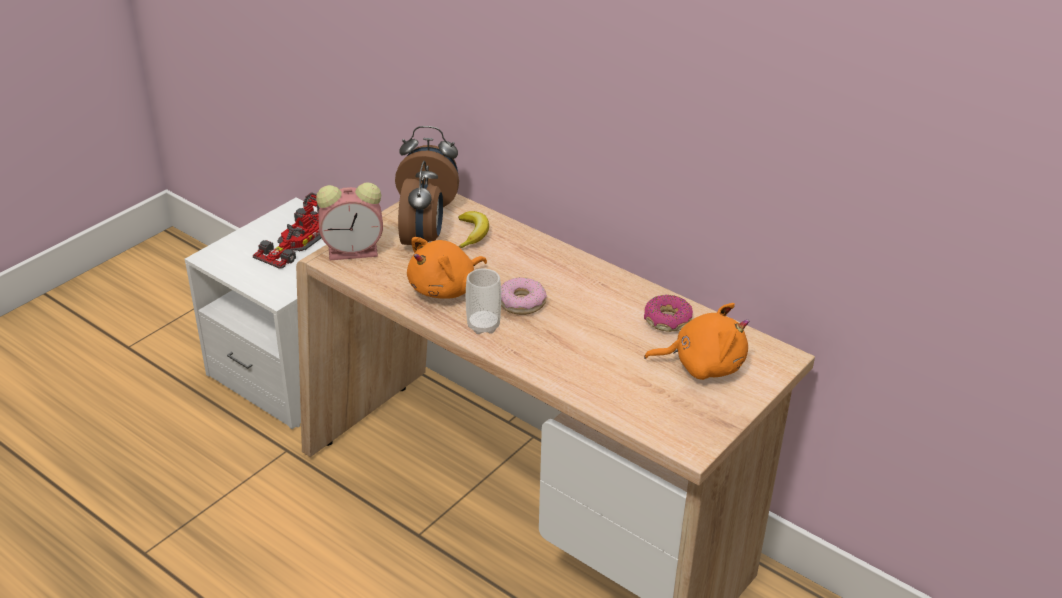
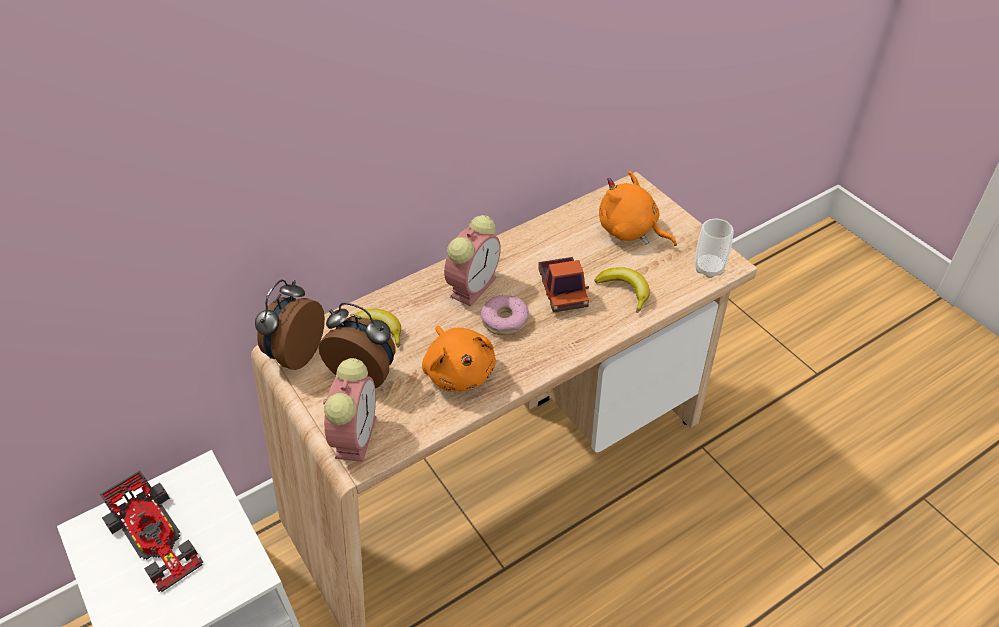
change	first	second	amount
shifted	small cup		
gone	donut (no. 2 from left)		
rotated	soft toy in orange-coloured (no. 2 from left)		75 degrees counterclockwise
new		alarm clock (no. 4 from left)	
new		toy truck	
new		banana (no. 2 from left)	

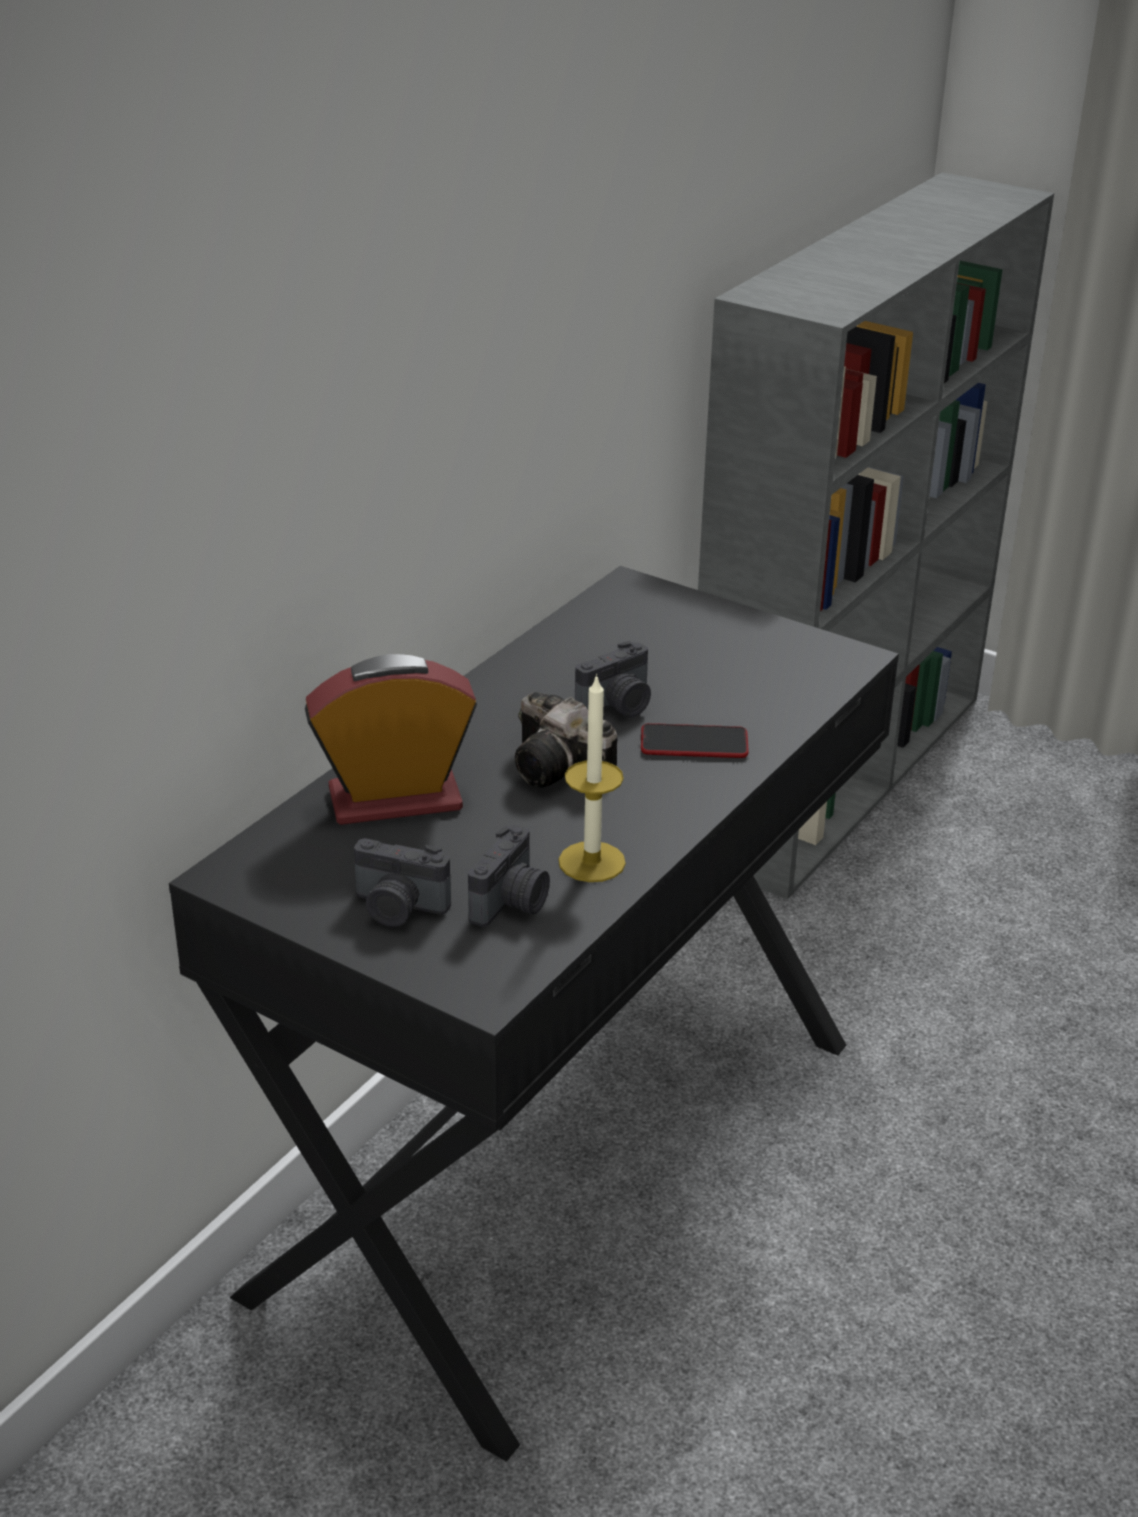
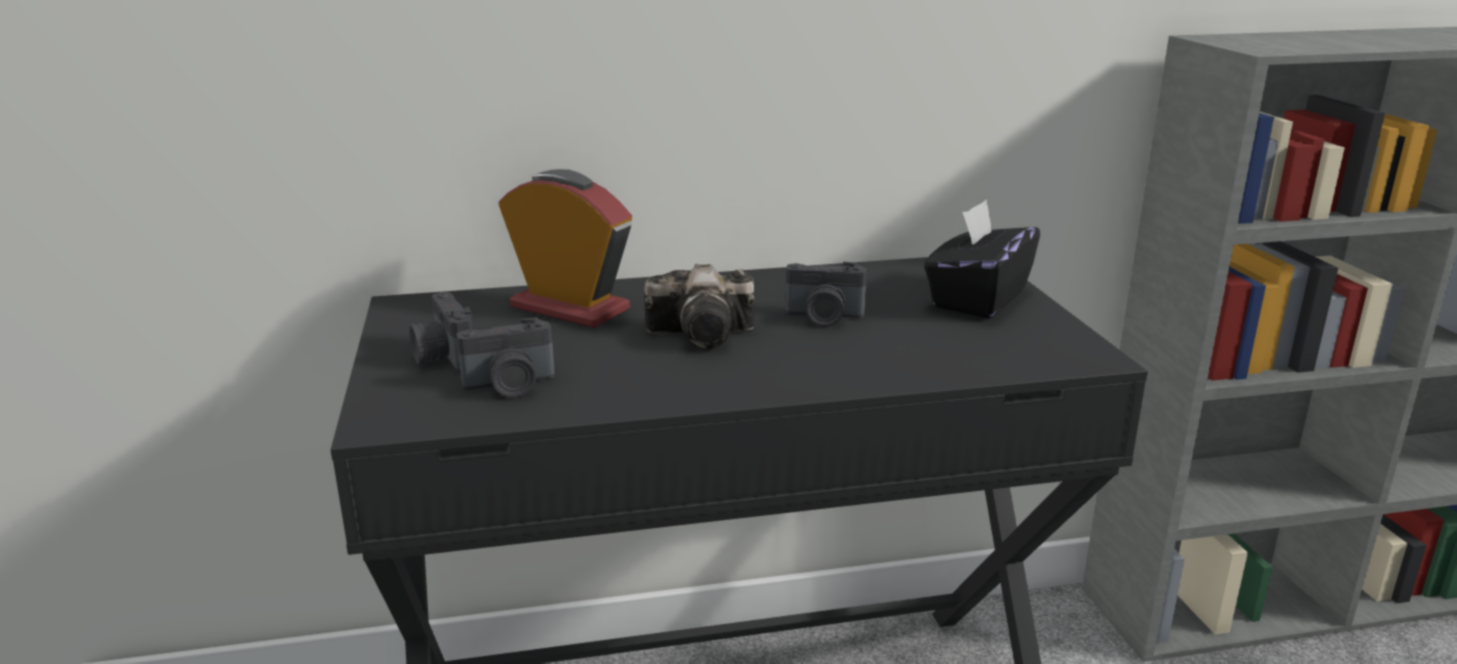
change	first	second	amount
gone	wax candle		
rotated	still camera (no. 3 from left)		90 degrees counterclockwise
gone	phone		
new		tissue box in blackish	

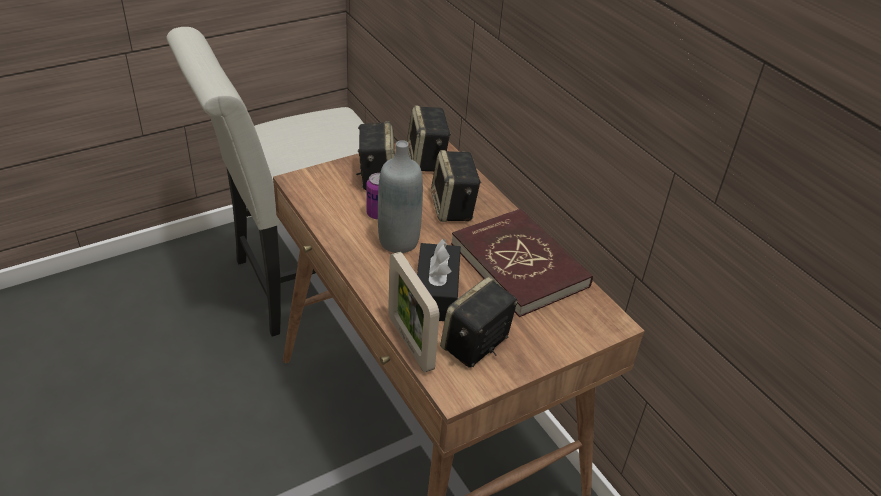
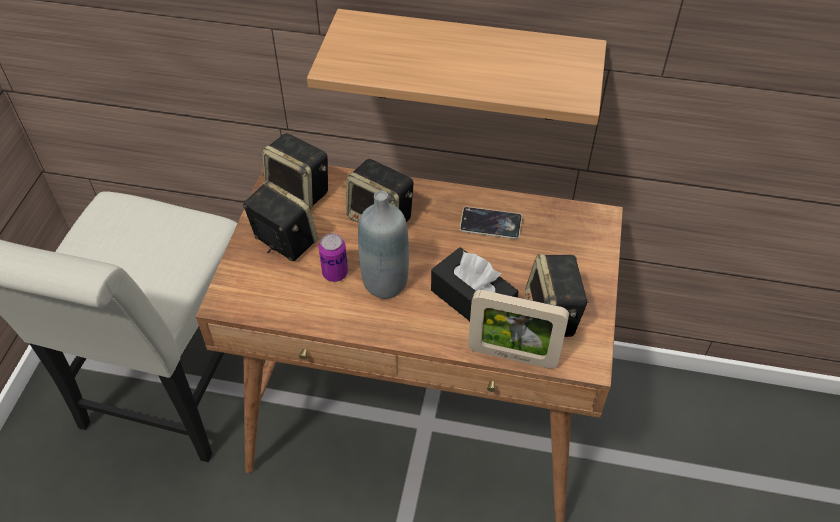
change	first	second	amount
swapped	bound book in red-coloured	phone	
new		shelf	

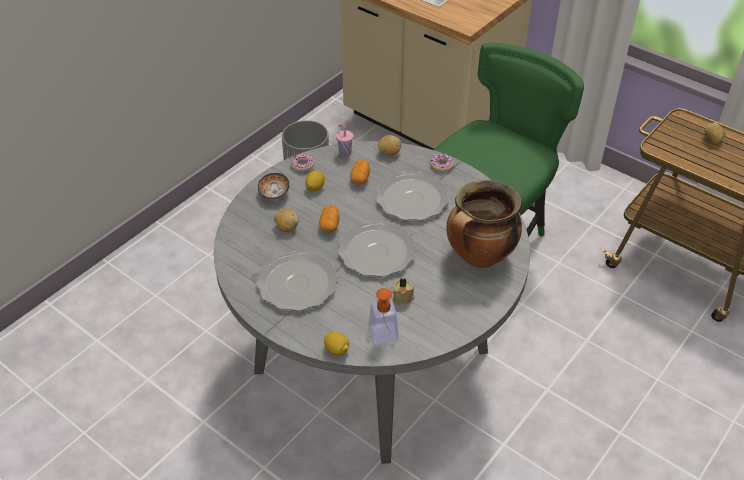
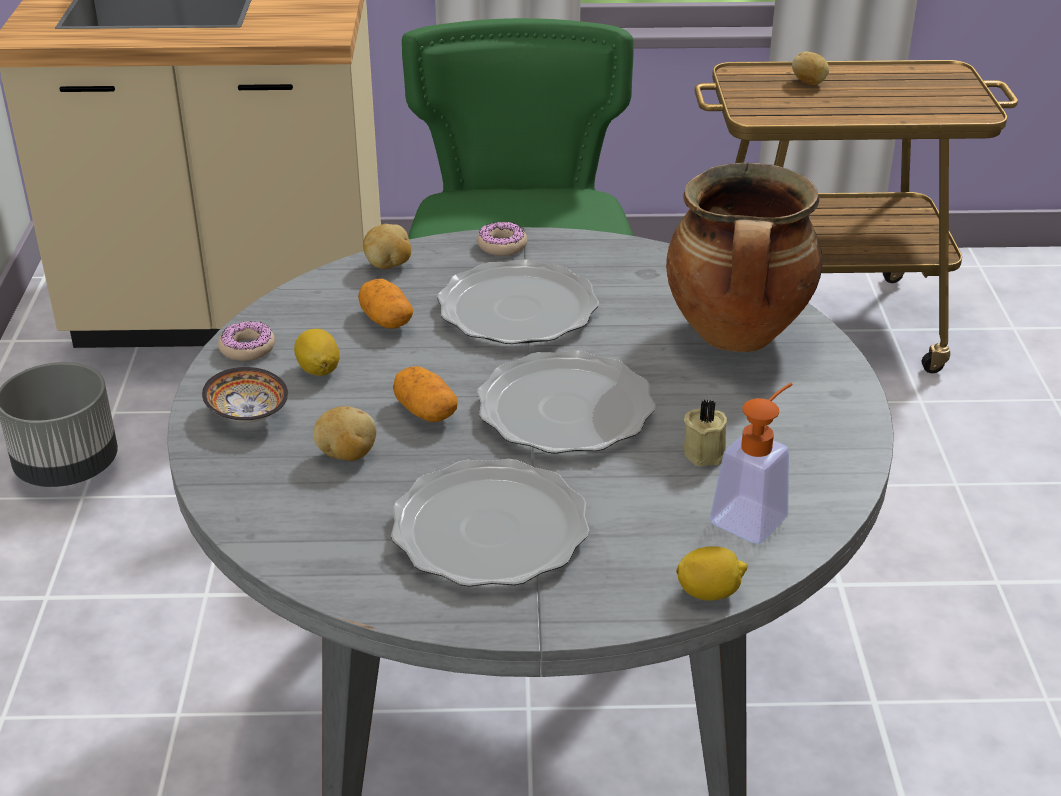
change	first	second	amount
gone	small cup in pink		

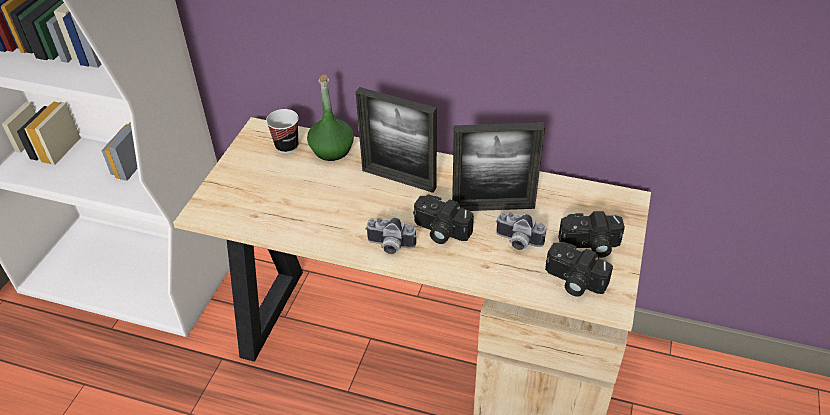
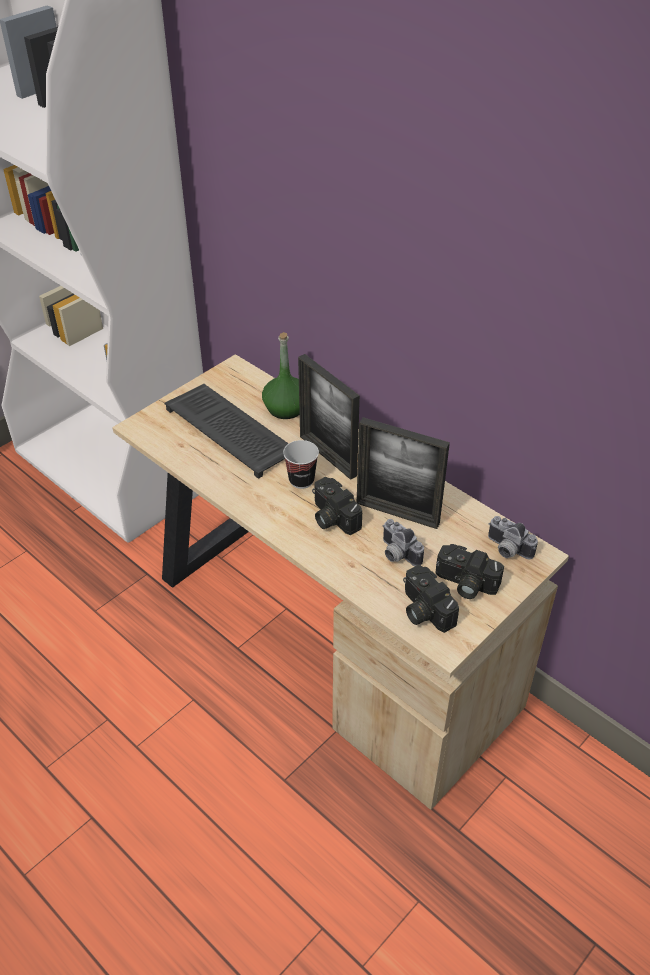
change	first	second	amount
shifted	small cup		
shifted	still camera (no. 1 from left in the first image)	still camera (no. 5 from left)	
new		keyboard	

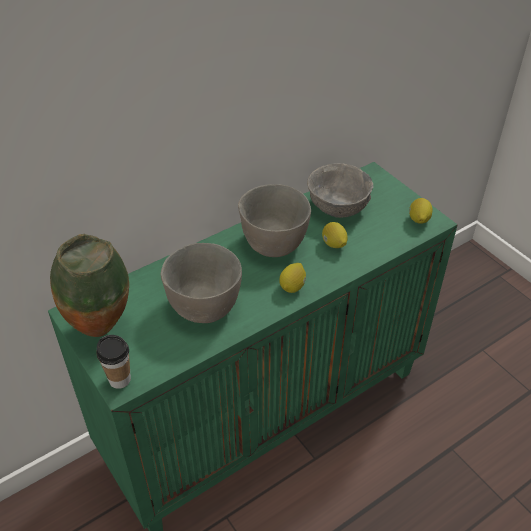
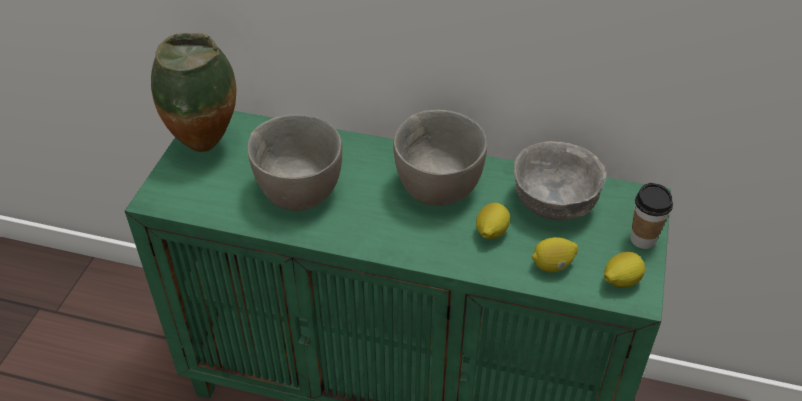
change	first	second	amount
shifted	lemon (no. 1 from left in the first image)	lemon (no. 2 from left)	
shifted	small cup		

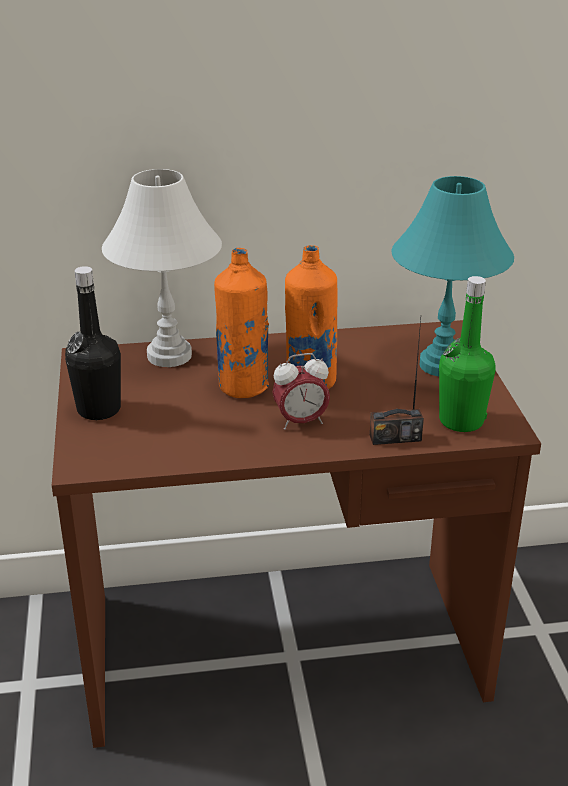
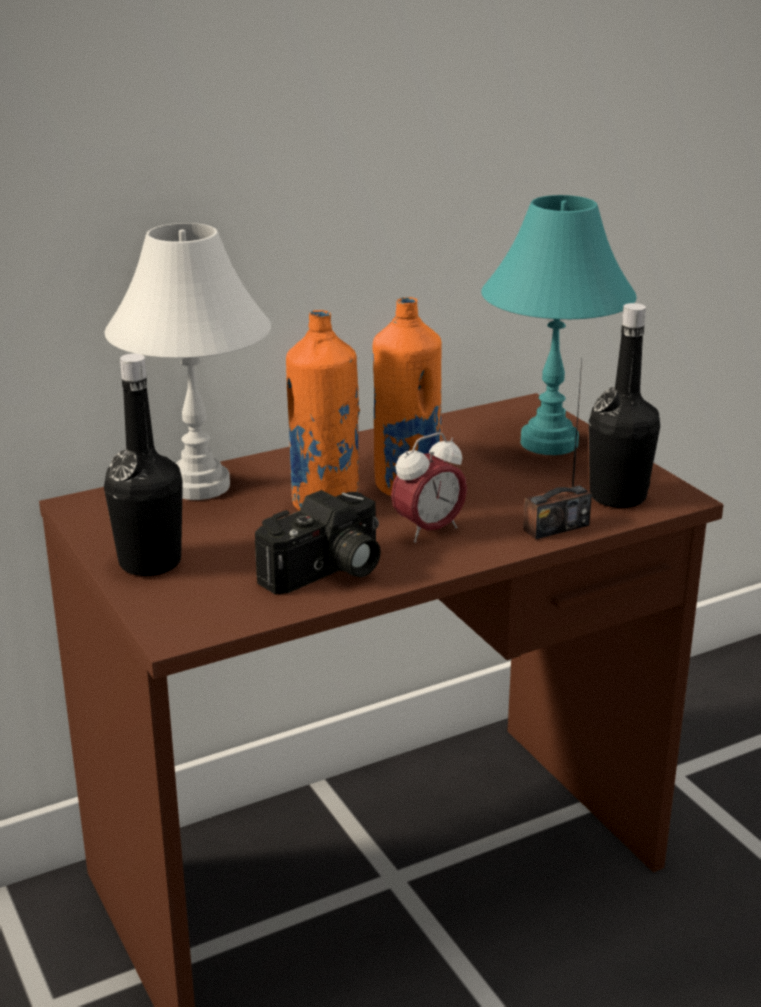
change	first	second	amount
repainted	bottle in green	bottle in blackish (no. 2 from left)	
new		still camera	

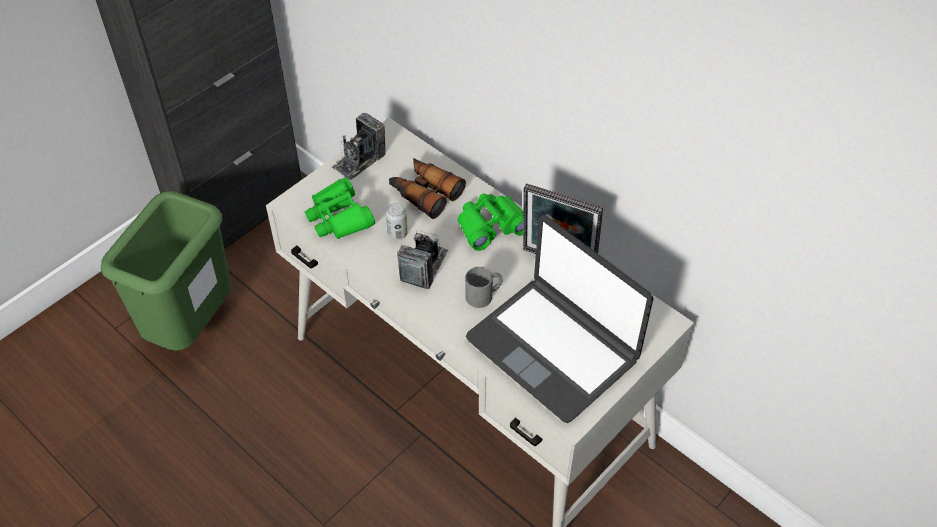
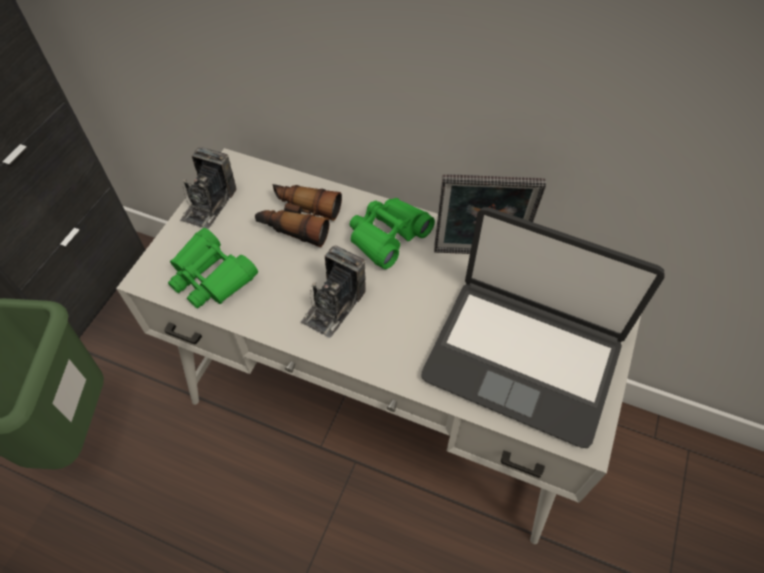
change	first	second	amount
gone	sealed can		
rotated	still camera (no. 2 from left)		150 degrees counterclockwise
gone	coffee mug in gray		

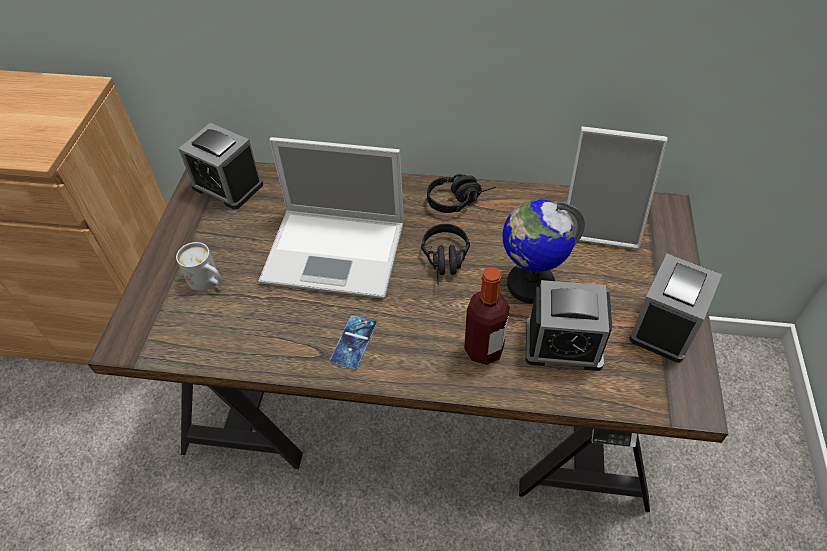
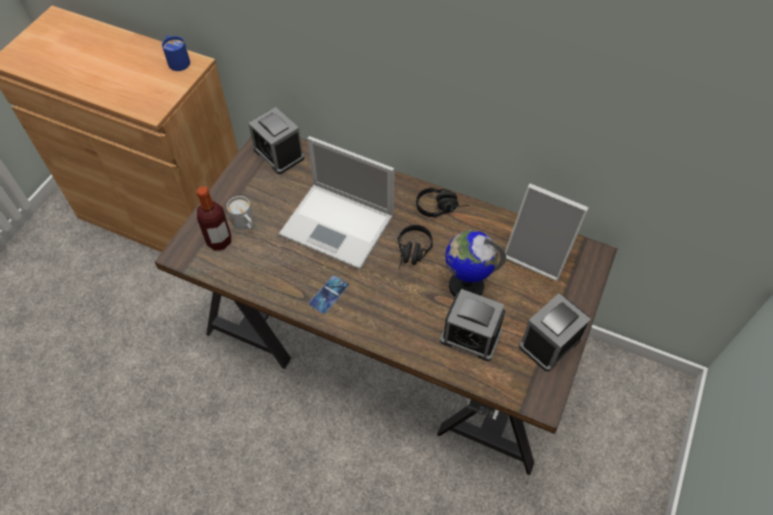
change	first	second	amount
shifted	bottle		
new		coffee mug in blue	

